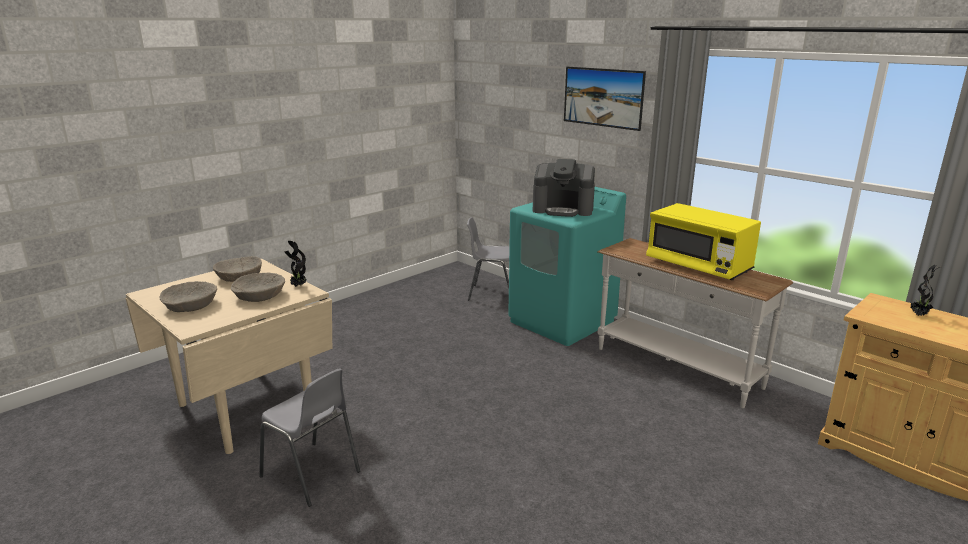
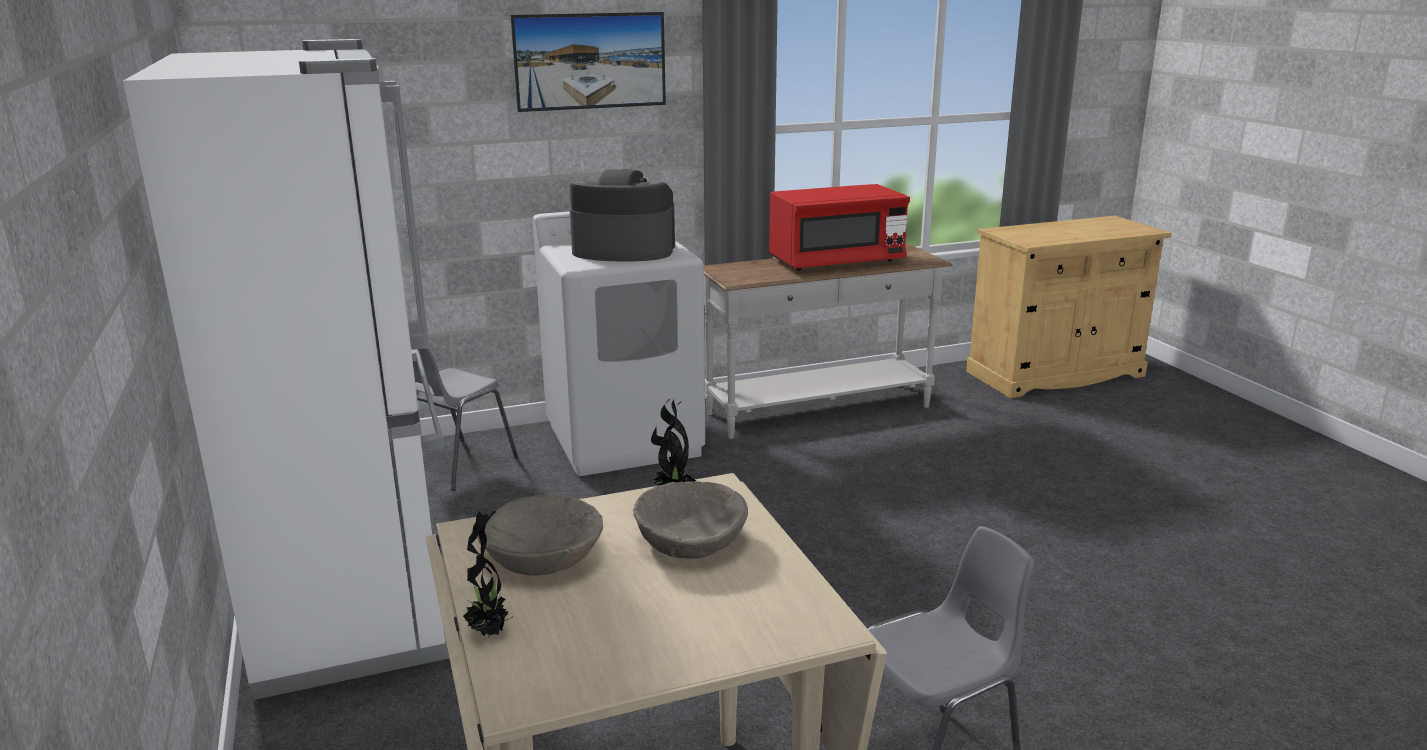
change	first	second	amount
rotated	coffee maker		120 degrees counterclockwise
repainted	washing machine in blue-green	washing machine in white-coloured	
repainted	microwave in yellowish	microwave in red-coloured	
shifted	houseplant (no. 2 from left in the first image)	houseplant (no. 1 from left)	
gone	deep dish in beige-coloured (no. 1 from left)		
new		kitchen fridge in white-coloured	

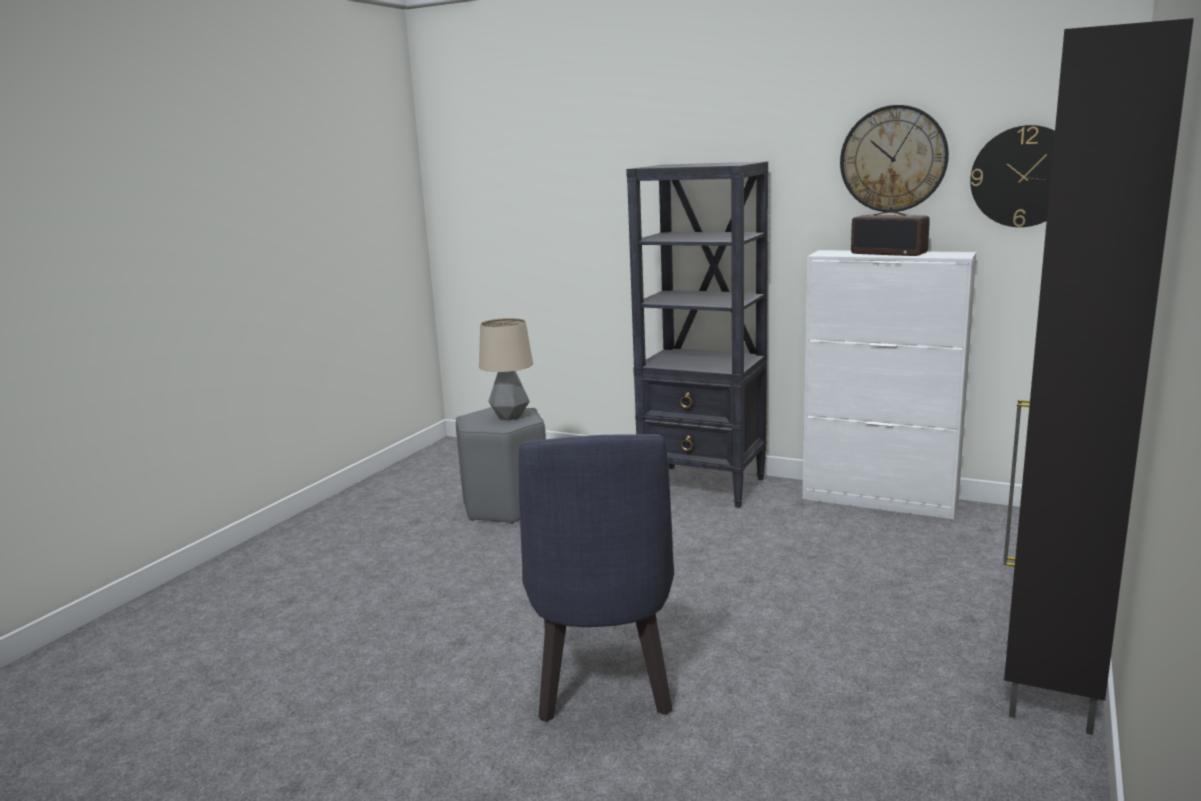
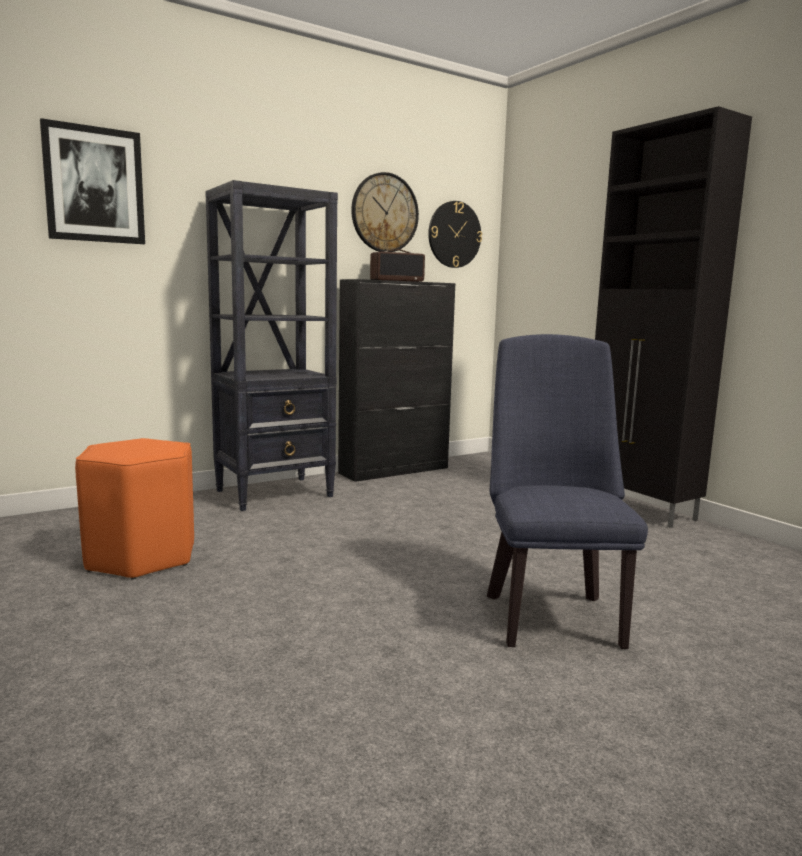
change	first	second	amount
repainted	storage cabinet in white-coloured	storage cabinet in blackish (no. 1 from left)	
gone	tabletop lamp		
repainted	stool in gray	stool in orange-coloured	
rotated	plain chair in blue		120 degrees counterclockwise
new		wall art	

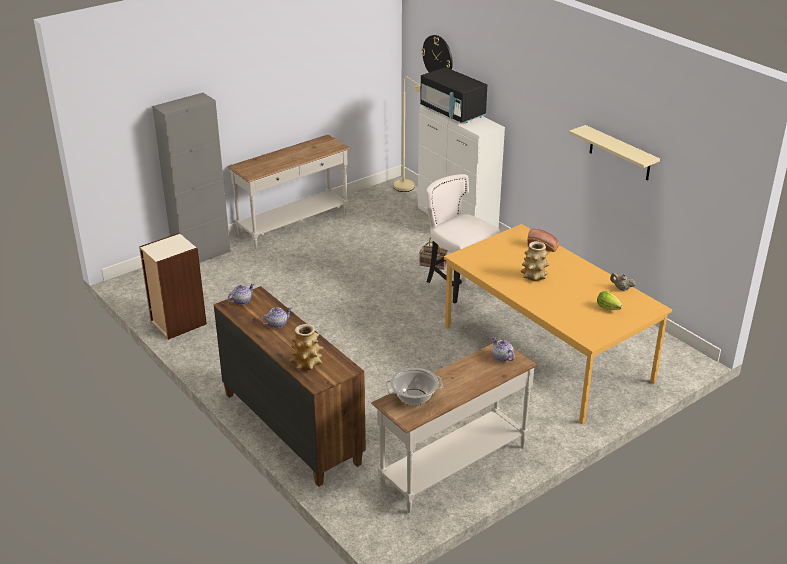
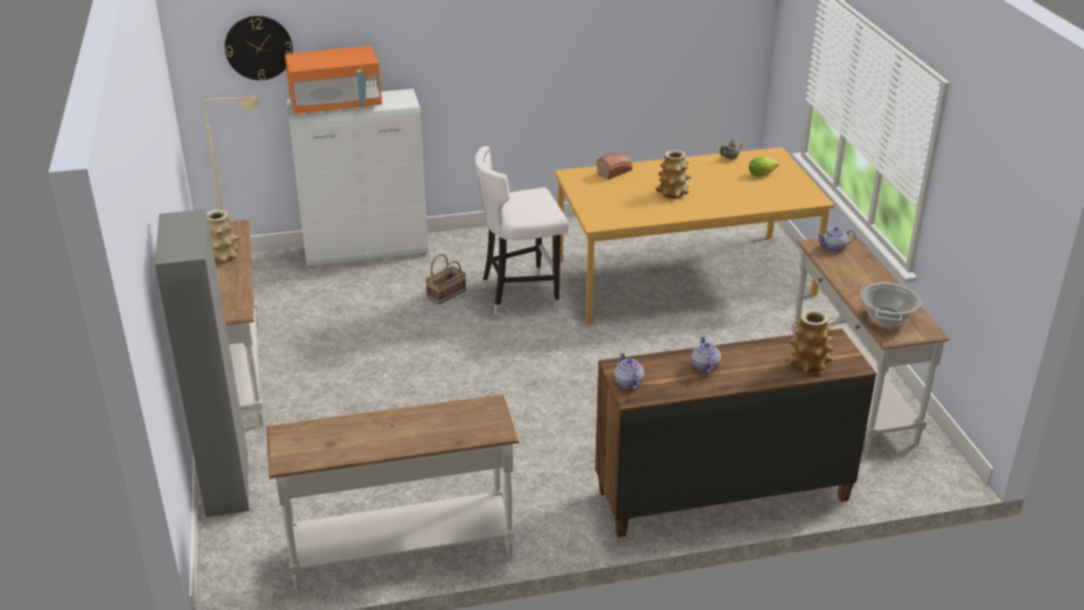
change	first	second	amount
repainted	microwave in blackish	microwave in orange-coloured	
gone	shelf in beige-coloured		
swapped	bookcase	narrow table in white-coloured (no. 2 from left)	
new		decorative vase (no. 1 from left)	

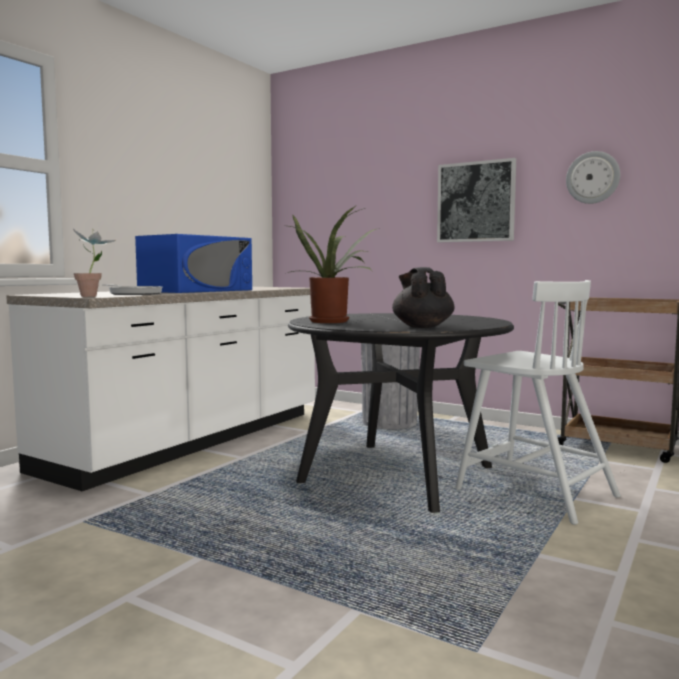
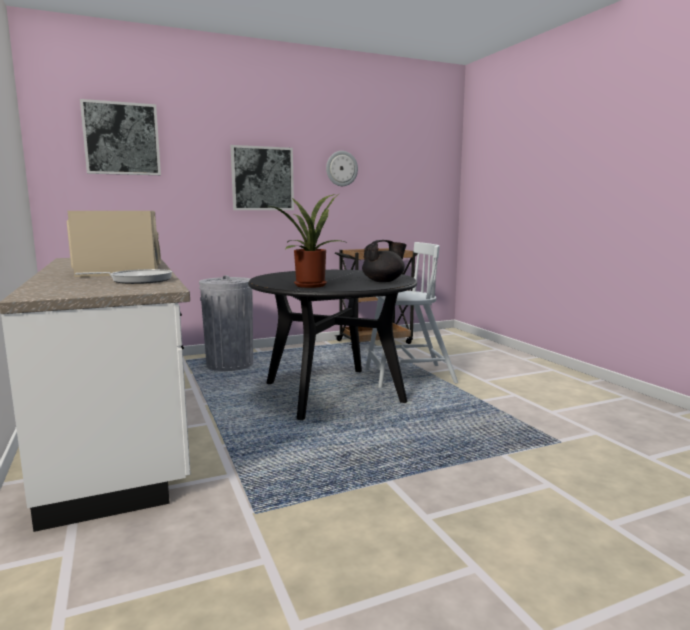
change	first	second	amount
gone	houseplant (no. 1 from left)		
repainted	microwave in blue	microwave in beige-coloured	
rotated	tea pot in blackish		135 degrees clockwise
new		wall art (no. 1 from left)	

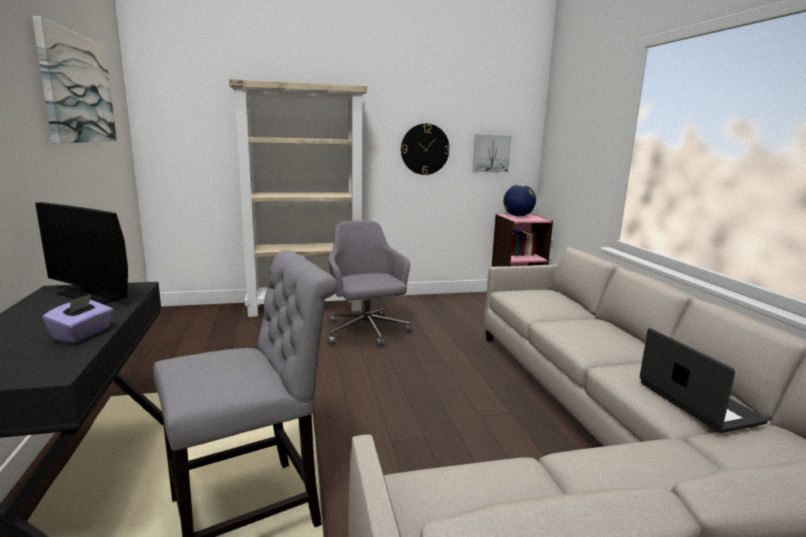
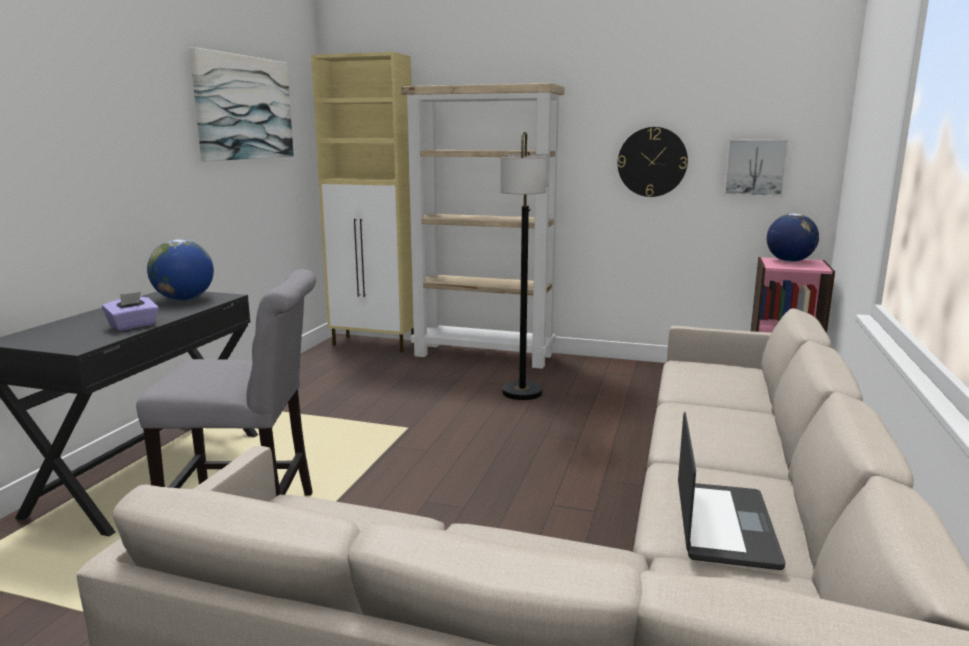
change	first	second	amount
swapped	computer screen	globe (no. 1 from left)	
swapped	office chair in gray	standard lamp	
new		storage cabinet in beige-coloured	

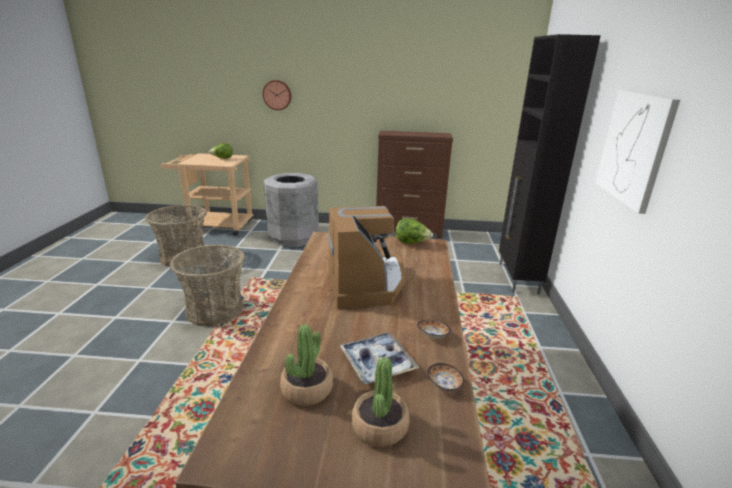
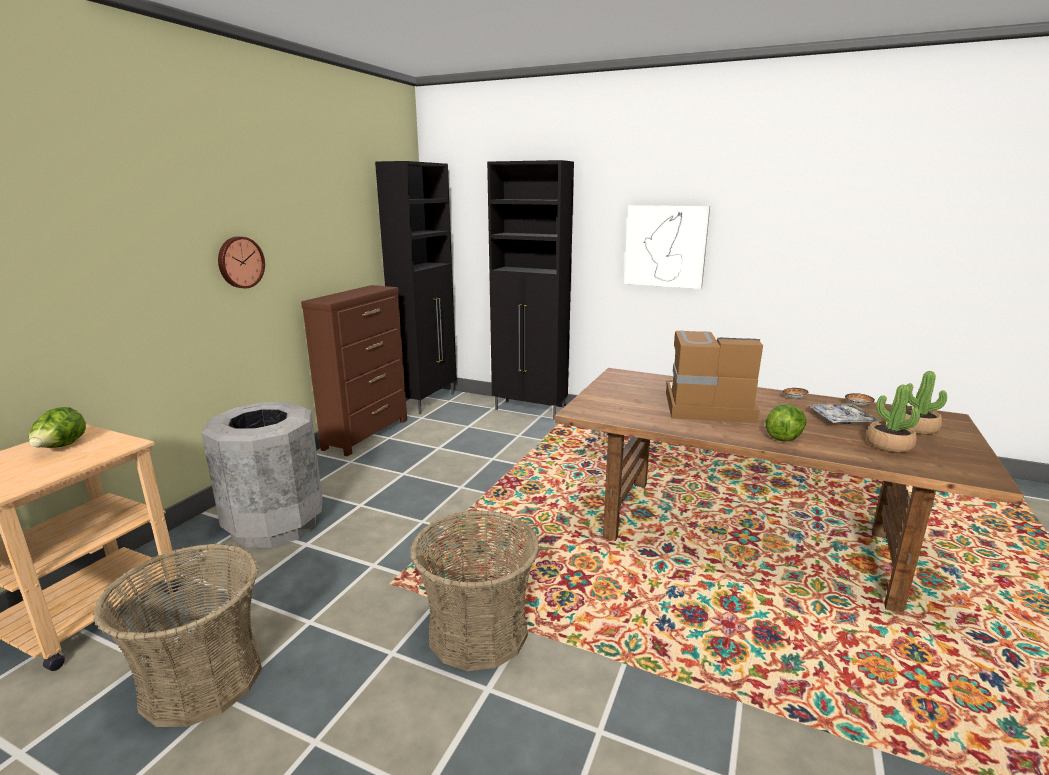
change	first	second	amount
shifted	hanging clock		
shifted	lettuce head (no. 2 from left)		
new		storage cabinet in blackish (no. 1 from left)	

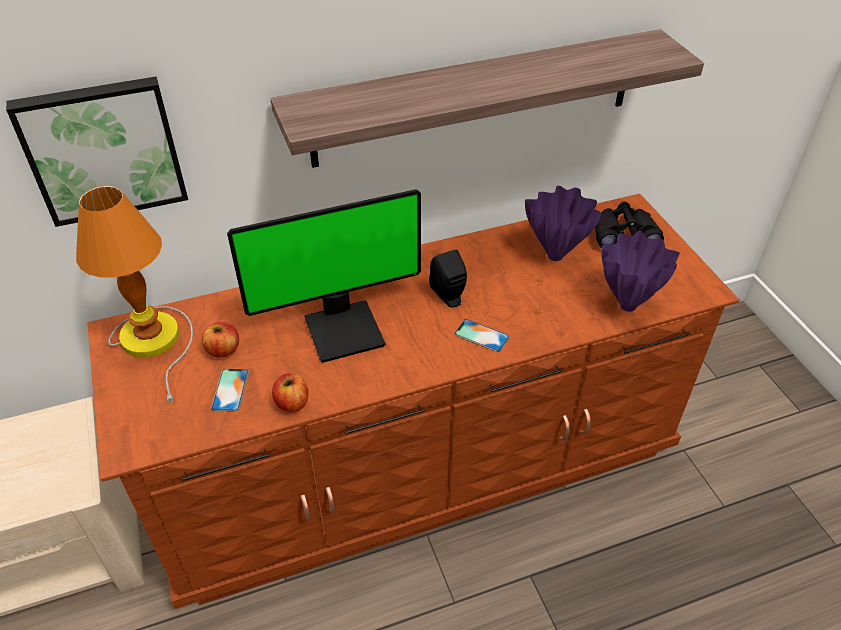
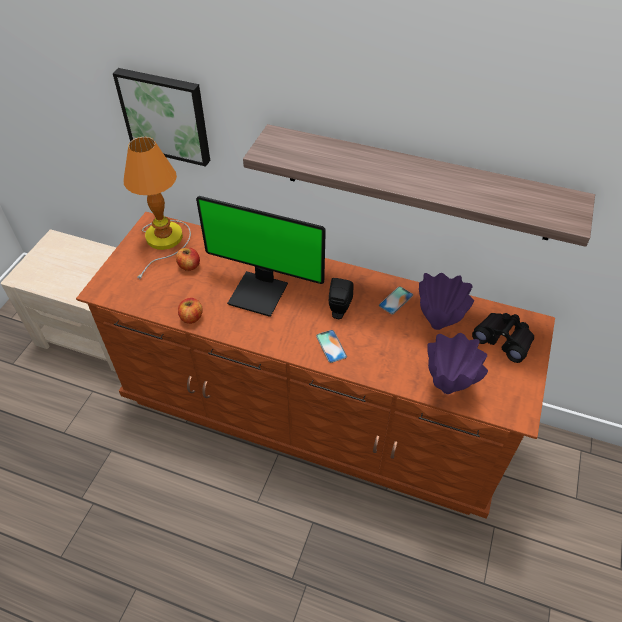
change	first	second	amount
shifted	phone (no. 1 from left in the first image)	phone (no. 2 from left)	

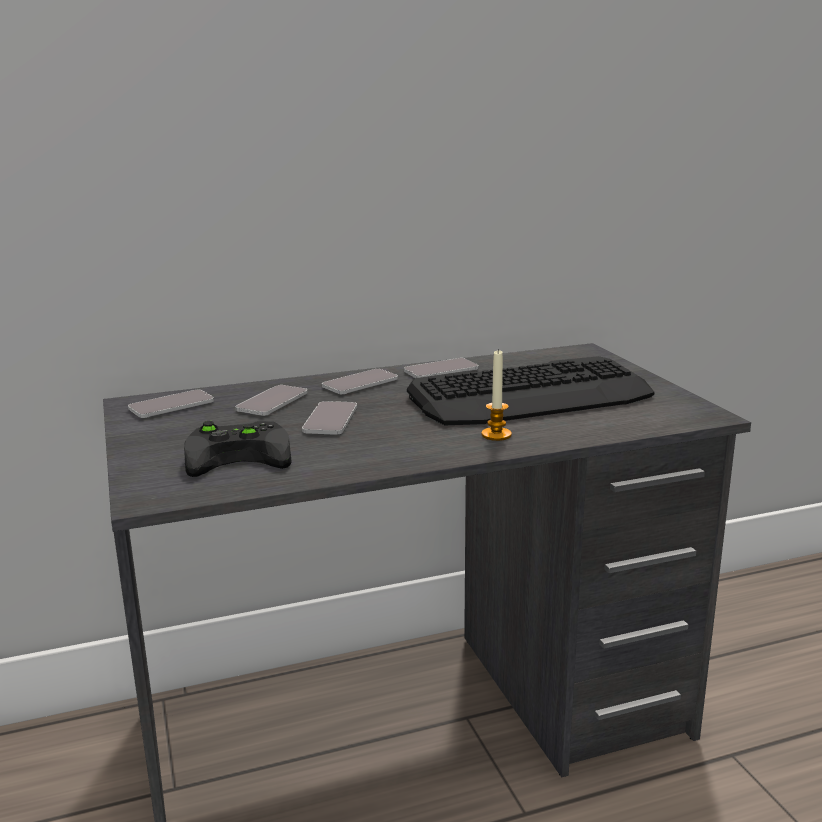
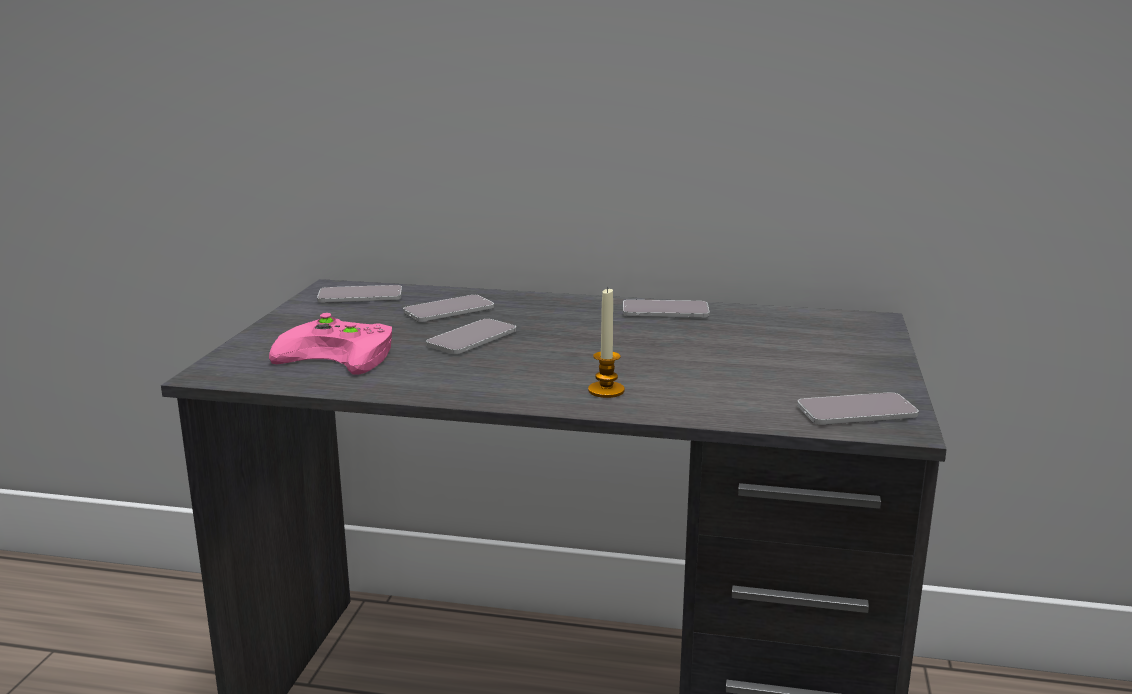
change	first	second	amount
gone	keyboard		
shifted	phone (no. 4 from left in the first image)	phone (no. 5 from left)	
repainted	gamepad in blackish	gamepad in pink	

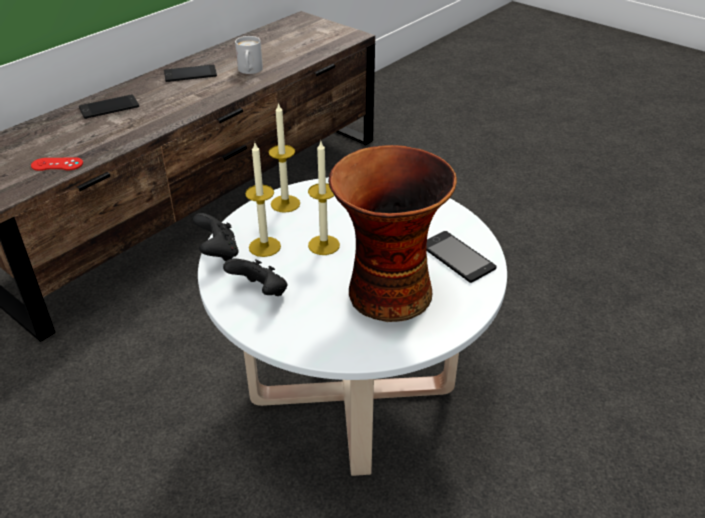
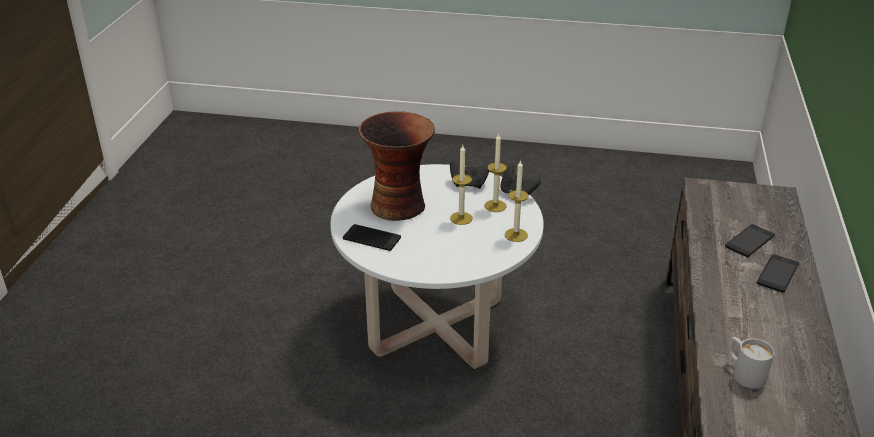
change	first	second	amount
shifted	phone (no. 2 from left)		
gone	gamepad in red-coloured		

